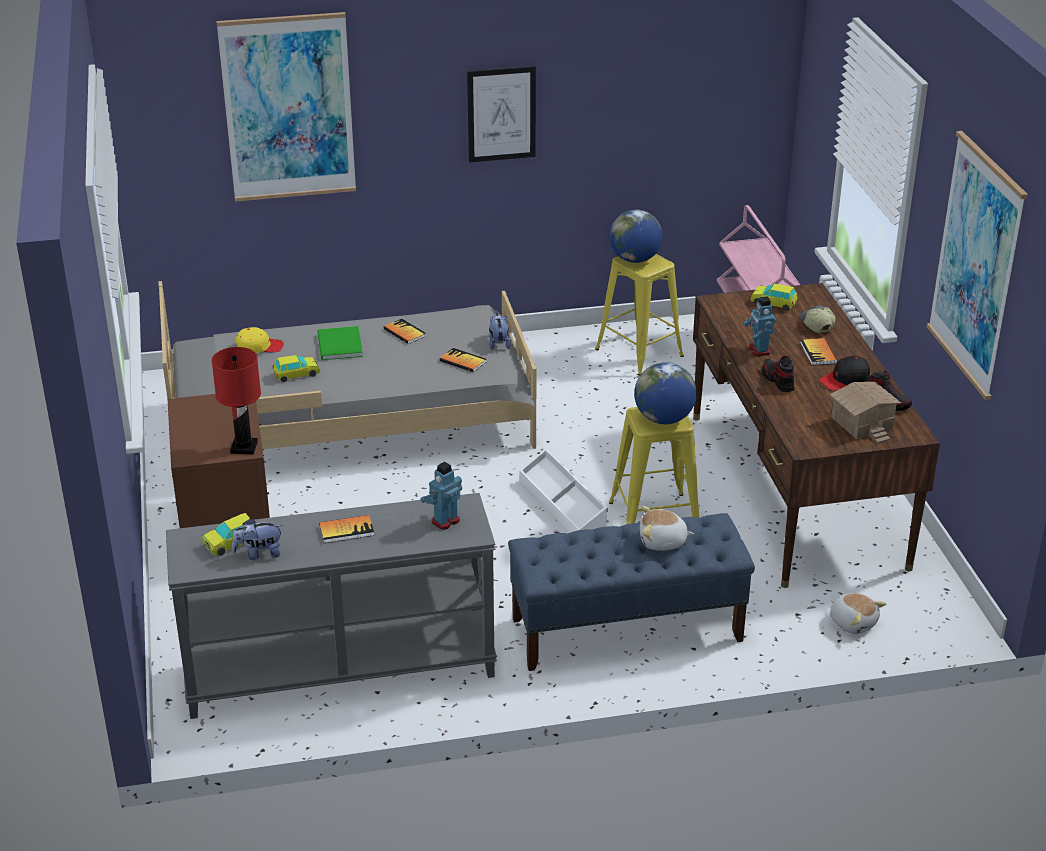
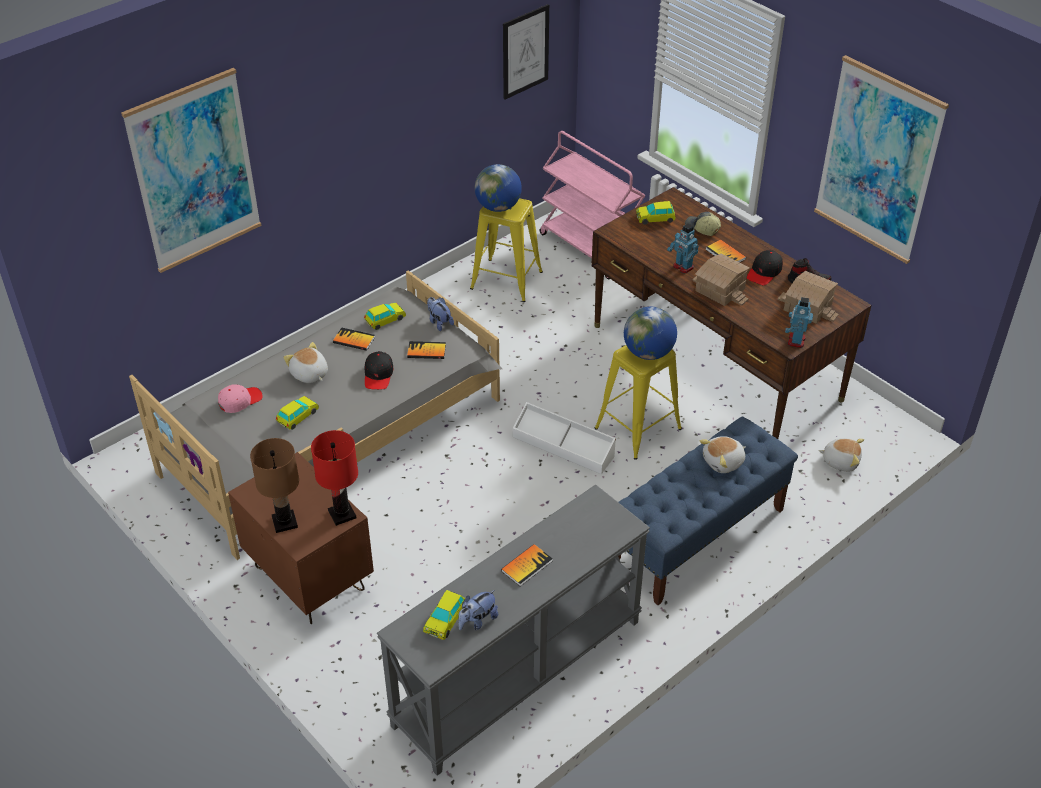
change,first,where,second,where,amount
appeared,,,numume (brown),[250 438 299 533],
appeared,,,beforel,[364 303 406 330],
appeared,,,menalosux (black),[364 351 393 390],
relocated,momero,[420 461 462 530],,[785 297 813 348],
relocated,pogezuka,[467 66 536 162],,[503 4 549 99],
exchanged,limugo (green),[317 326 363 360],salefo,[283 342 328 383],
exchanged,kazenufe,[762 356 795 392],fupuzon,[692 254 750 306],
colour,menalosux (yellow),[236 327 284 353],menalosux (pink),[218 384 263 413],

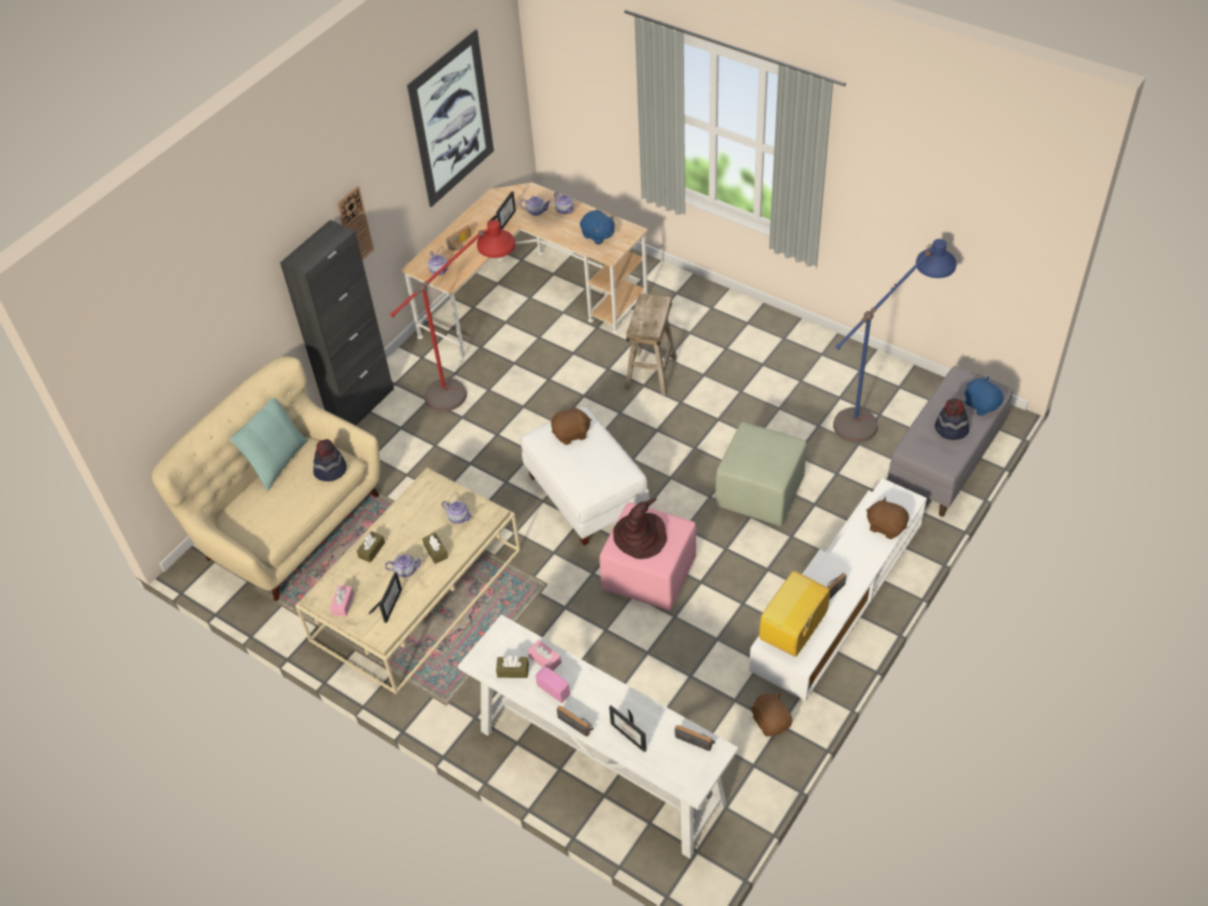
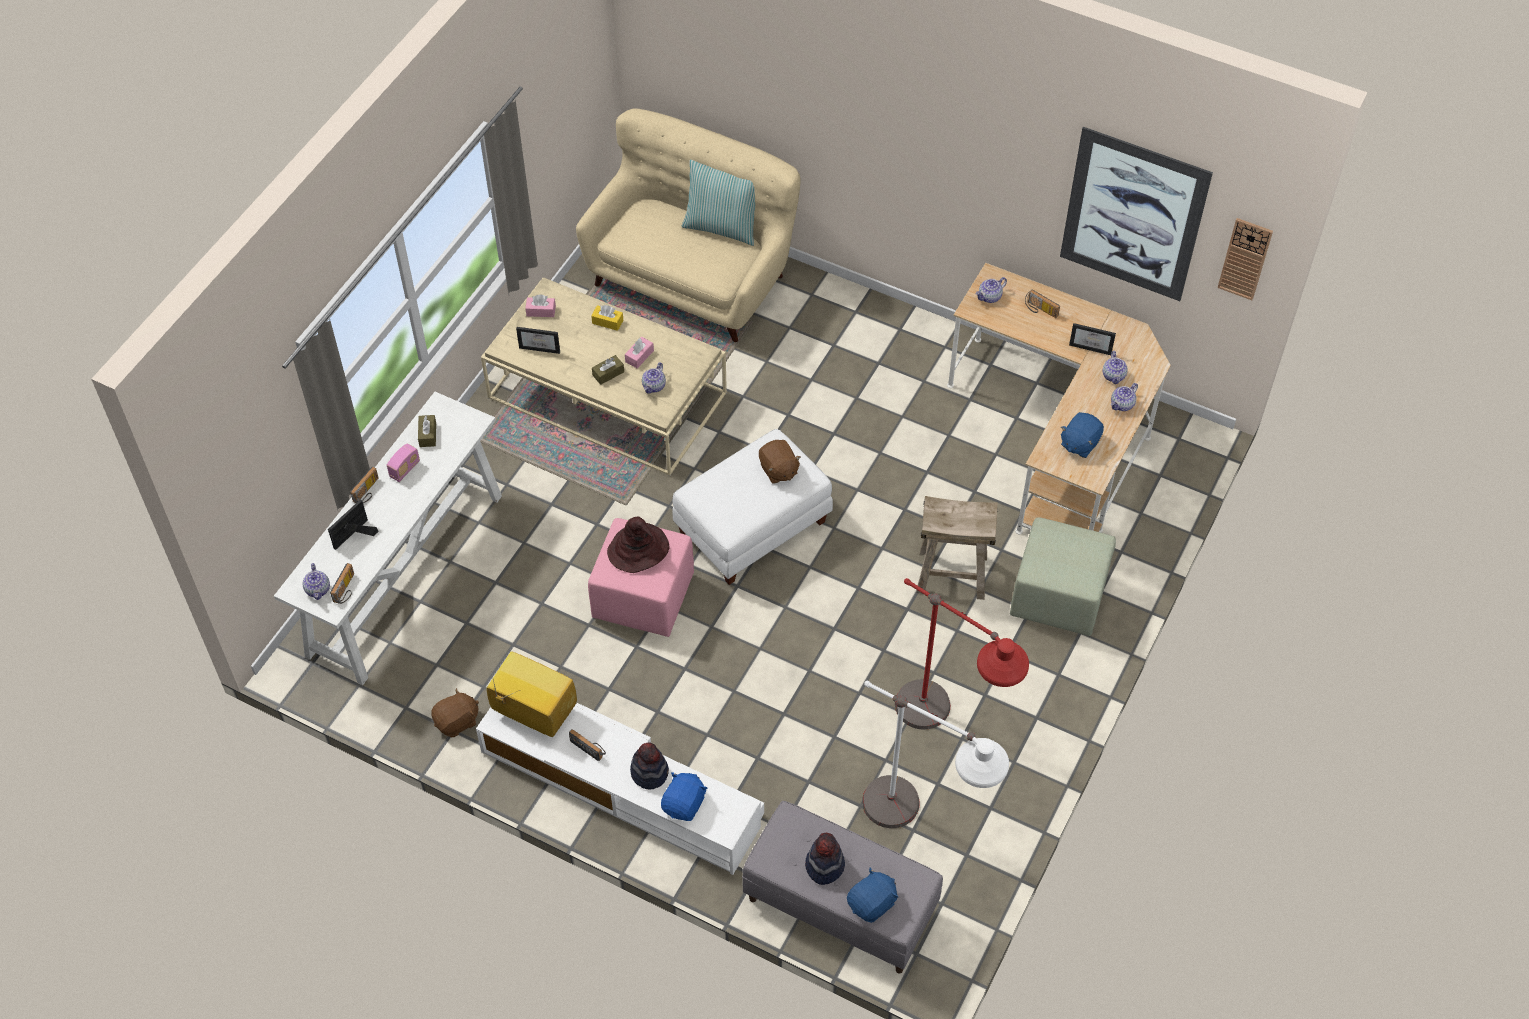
change,first,where,second,where,amount
missing,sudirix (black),[280 220 394 426],,,
relocated,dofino,[313 439 347 481],,[630 743 669 790],
relocated,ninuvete,[337 186 374 260],,[1217 218 1273 300],
relocated,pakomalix,[385 554 423 577],,[303 563 330 600],
relocated,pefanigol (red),[390 220 515 412],,[895 578 1029 730],
relocated,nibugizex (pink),[528 640 561 671],,[625 337 654 368],
relocated,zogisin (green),[715 422 807 526],,[1010 517 1116 636],
colour,nibugizex (brown),[357 531 385 563],nibugizex (yellow),[591 305 623 331],
colour,pefanigol (blue),[833 239 957 443],pefanigol (white),[862 681 1009 828],
colour,salefo (brown),[866 496 909 539],salefo (blue),[661 772 707 821],

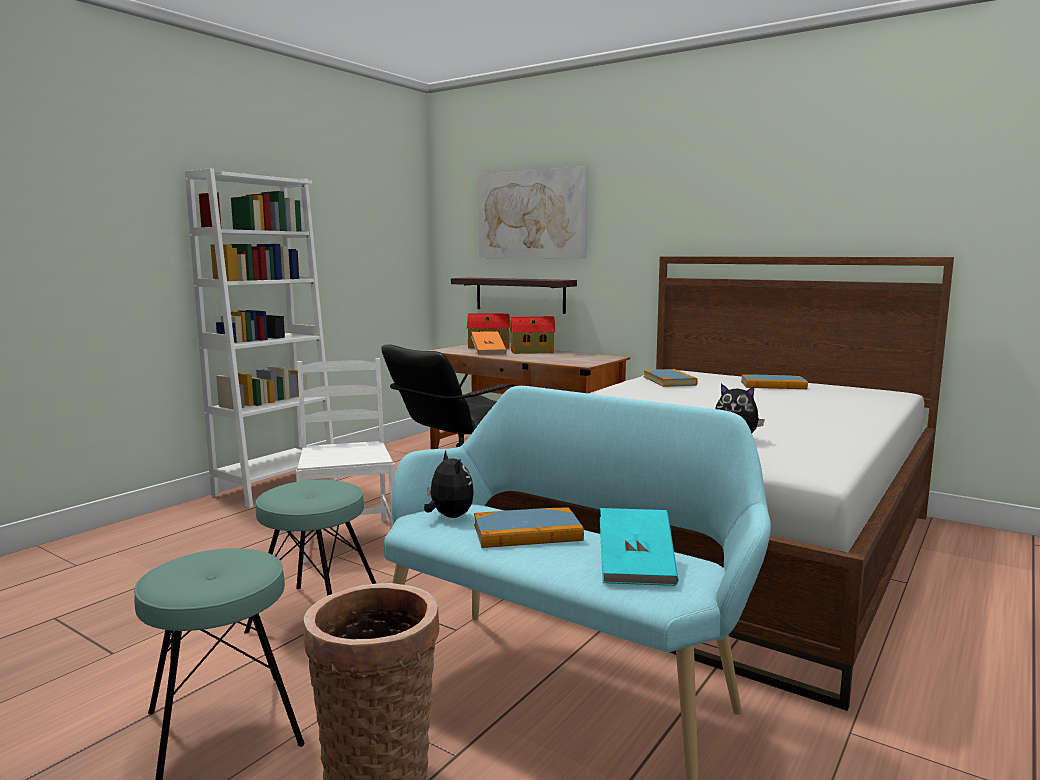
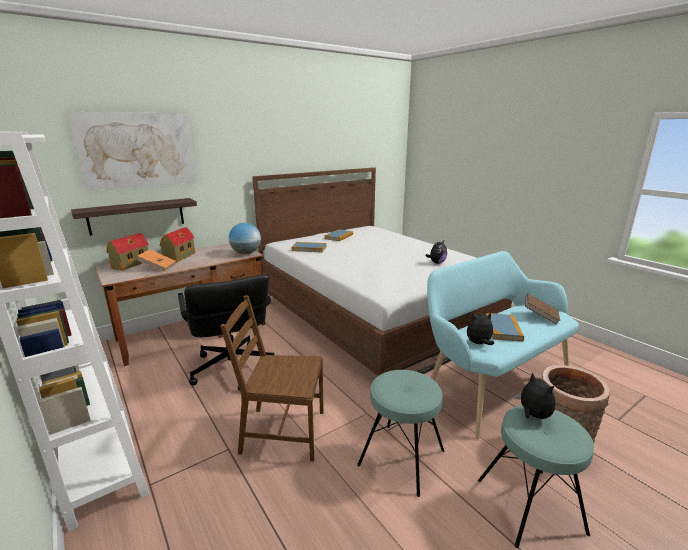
change,first,where,second,where,amount
appeared,,,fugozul,[229 223 261 254],
appeared,,,salefo,[514 372 555 419],
colour,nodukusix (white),[296 358 395 563],nodukusix (brown),[220 295 324 461],
colour,limugo (turquoise),[600 508 678 586],limugo (brown),[525 294 560 325],

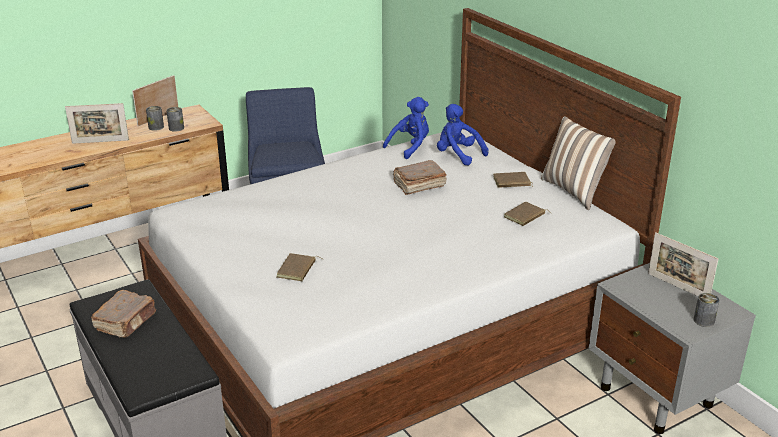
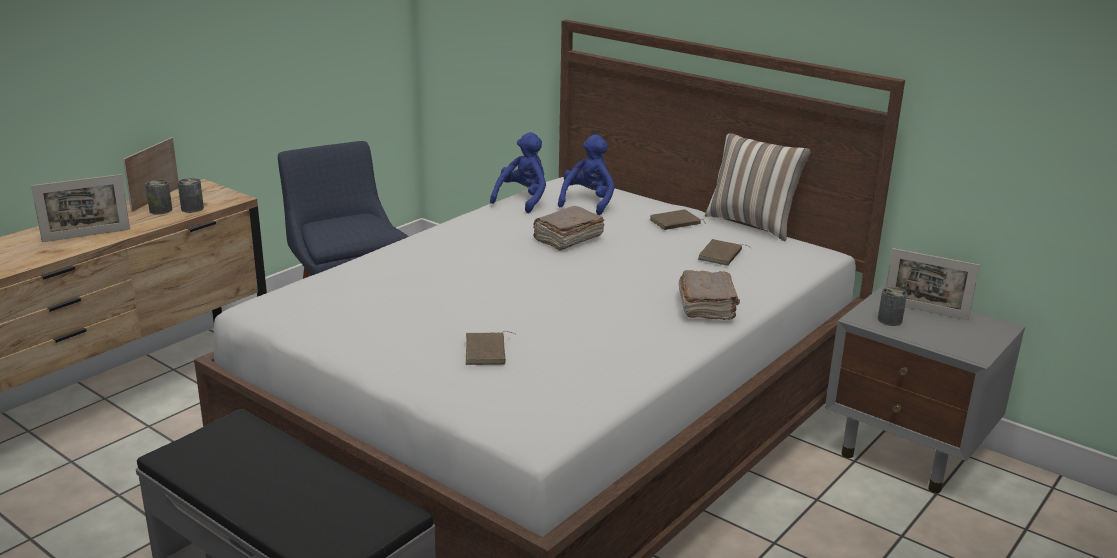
change,first,where,second,where,amount
relocated,limugo (brown),[91 290 156 338],,[678 270 740 320],
relocated,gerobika,[694 293 720 327],,[878 287 907 326],
spun,salefo (blue),[437 104 489 165],,[558 134 615 215],90 degrees clockwise

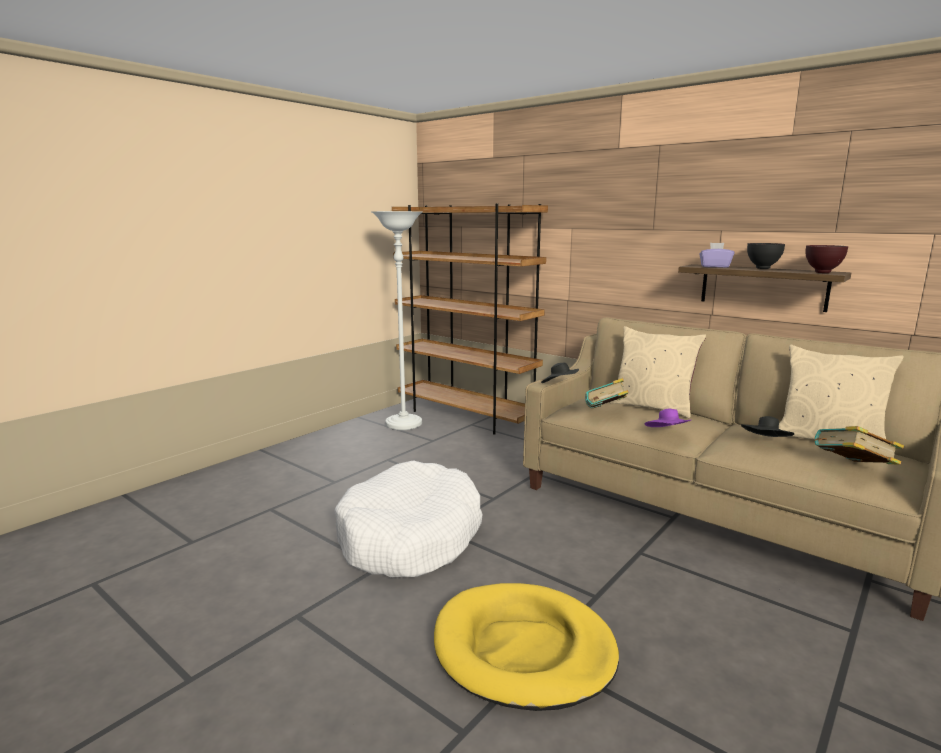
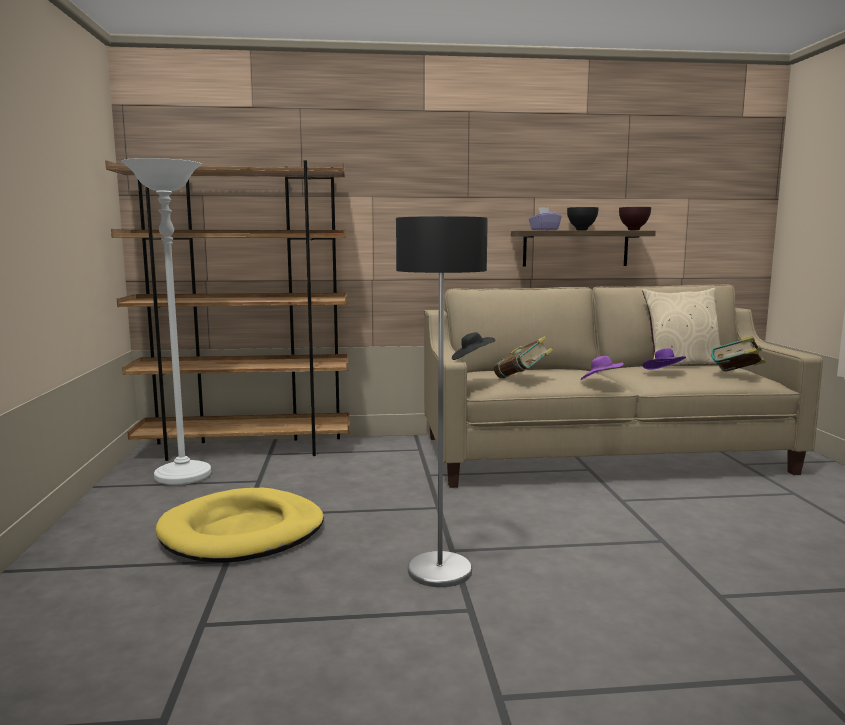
change,first,where,second,where,amount
missing,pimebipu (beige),[609 326 706 418],,,
relocated,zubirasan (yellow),[434 583 619 711],,[155 488 324 563],
exchanged,zubirasan (white),[334 460 483 577],pefanigol,[396 216 488 587],
colour,dofino (black),[741 416 794 437],dofino (purple),[642 349 686 370],

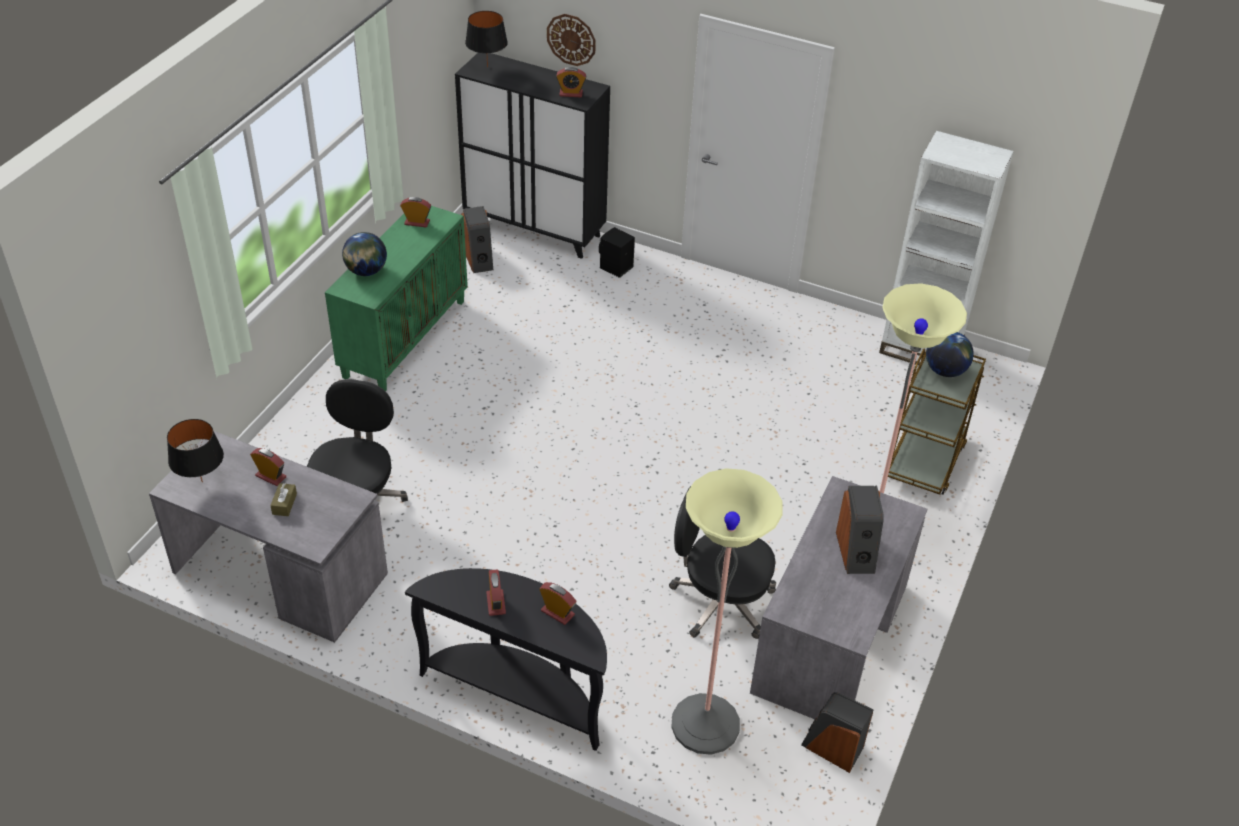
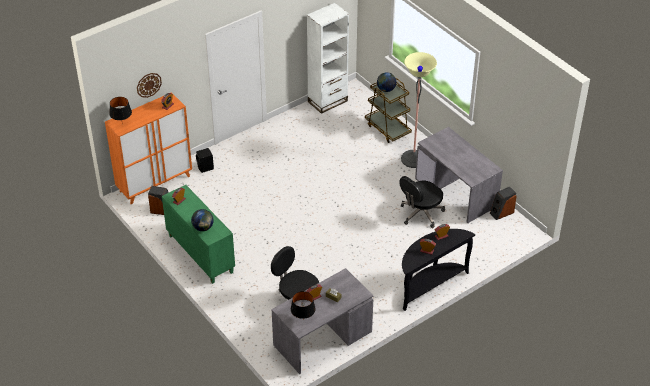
change,first,where,second,where,amount
missing,pefanigol,[671 468 783 755],,,
missing,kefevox,[836 486 884 574],,,
colour,sudirix (black),[455 53 610 259],sudirix (orange),[105 92 192 204],

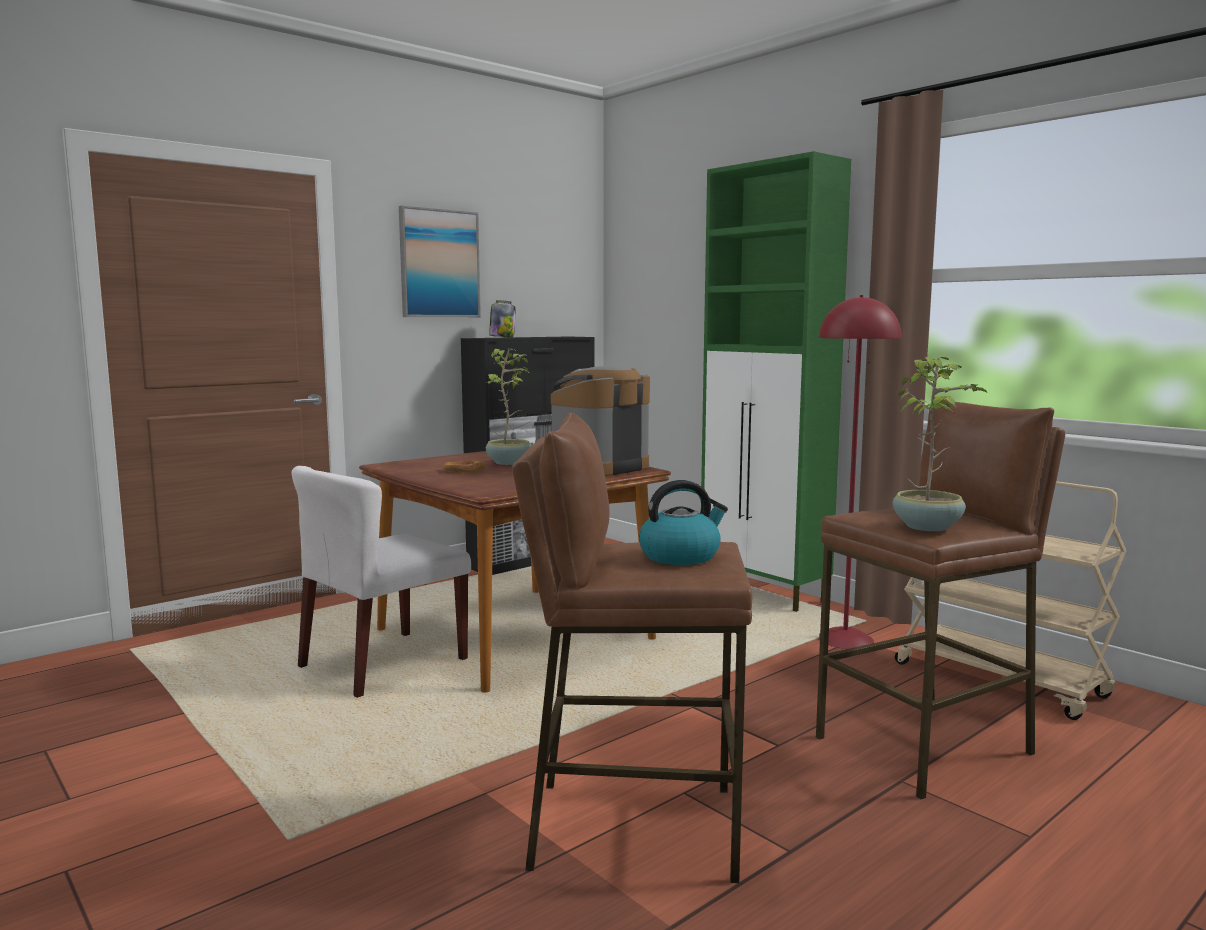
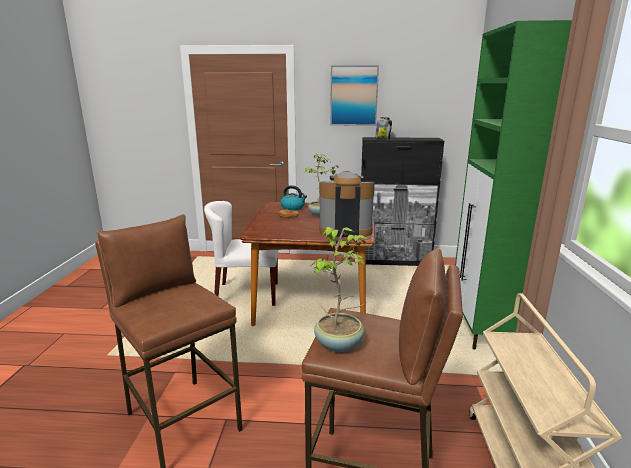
change,first,where,second,where,amount
missing,pefanigol (red),[818 295 901 649],,,
relocated,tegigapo,[639 480 728 565],,[281 185 307 210],

